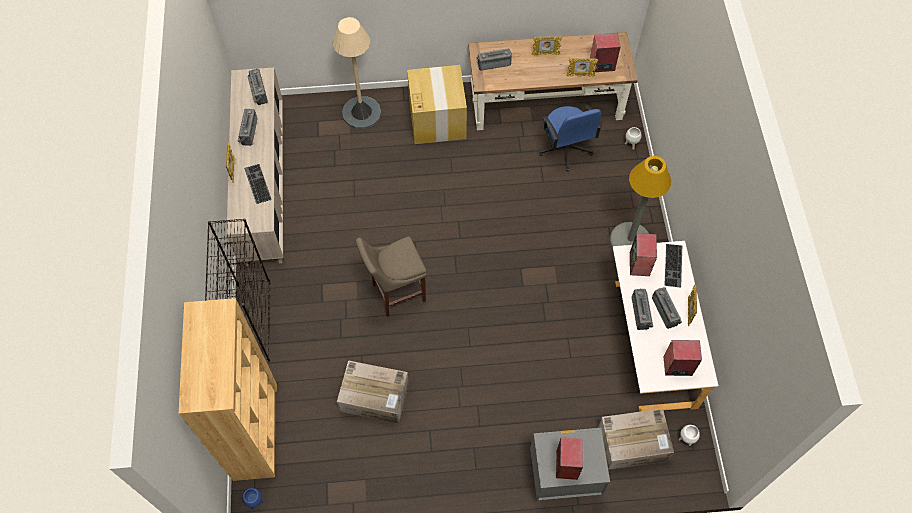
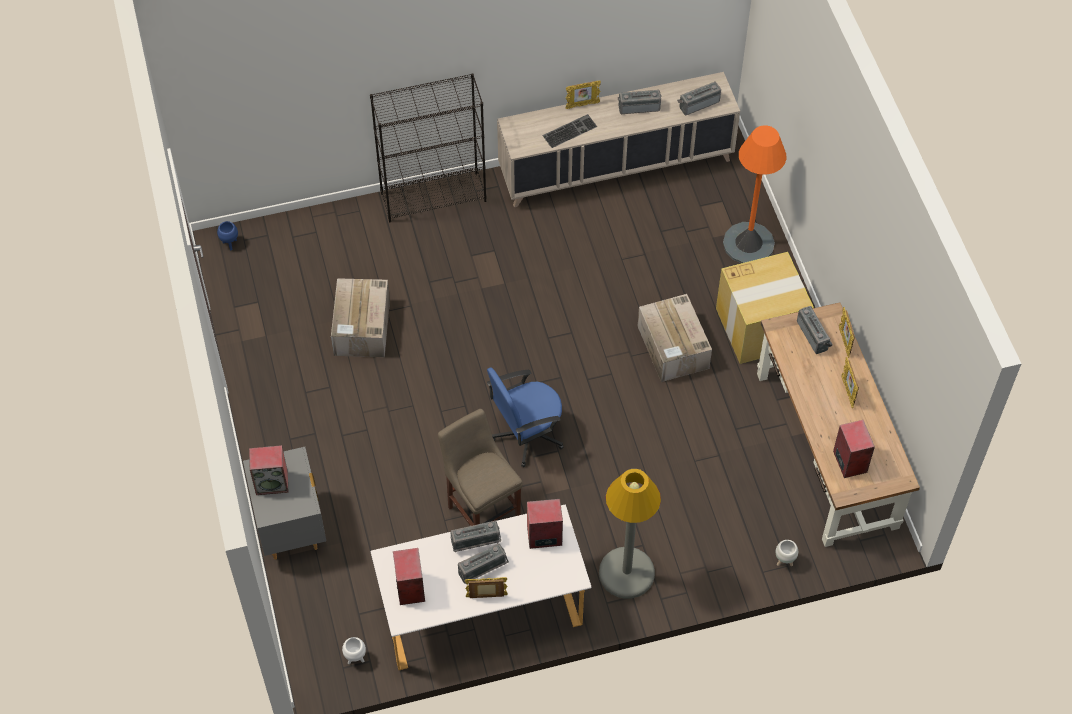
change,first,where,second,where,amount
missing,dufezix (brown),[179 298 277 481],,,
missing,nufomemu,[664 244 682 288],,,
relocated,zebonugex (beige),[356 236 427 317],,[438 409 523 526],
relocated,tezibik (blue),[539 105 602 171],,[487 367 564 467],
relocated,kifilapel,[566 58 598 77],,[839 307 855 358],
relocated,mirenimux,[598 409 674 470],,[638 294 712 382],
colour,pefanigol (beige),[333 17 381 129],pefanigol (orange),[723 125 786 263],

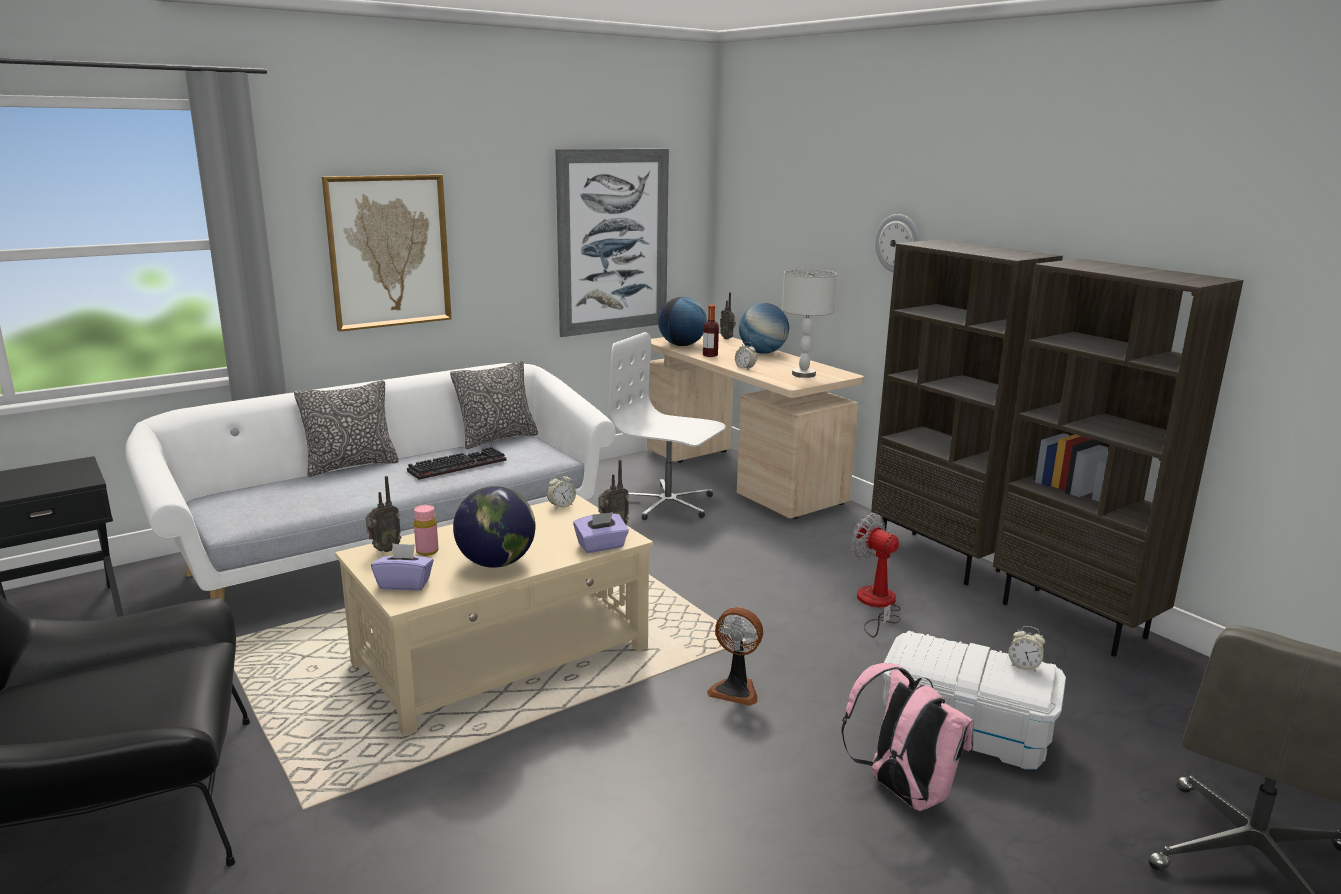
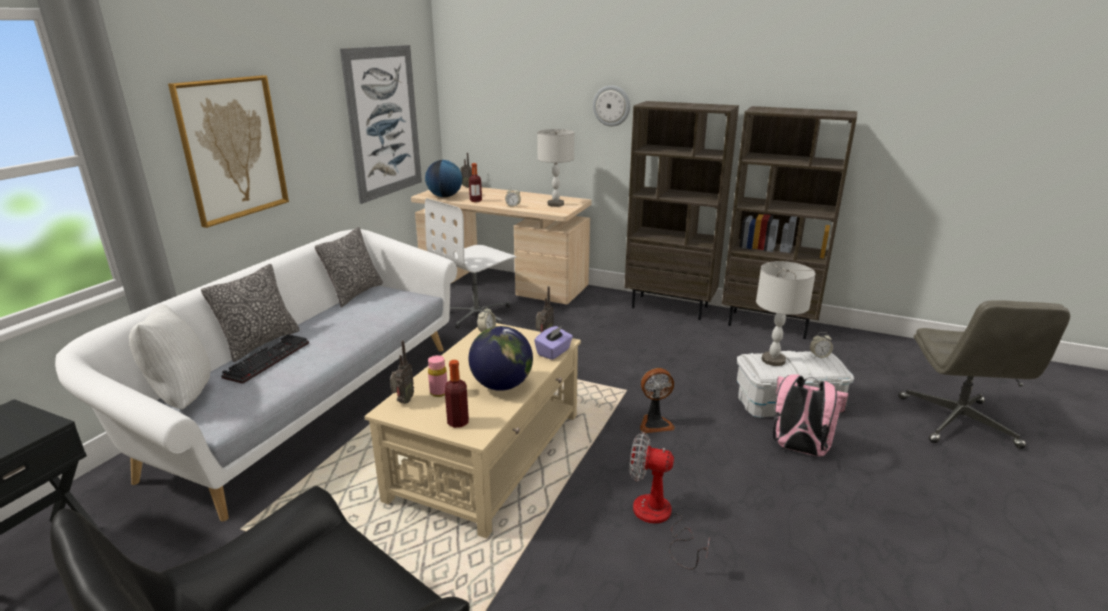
change,first,where,second,where,amount
missing,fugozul,[739 303 789 354],,,
appeared,,,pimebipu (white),[129 304 211 410],
appeared,,,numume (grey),[756 261 816 366],
relocated,nufomemu,[407 447 506 480],,[221 334 309 384],
relocated,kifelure,[851 513 901 637],,[629 432 710 570],
exchanged,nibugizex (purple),[371 543 434 591],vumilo,[445 360 469 428],
spun,tezibik (white),[609 332 726 520],,[425 198 516 328],45 degrees counterclockwise

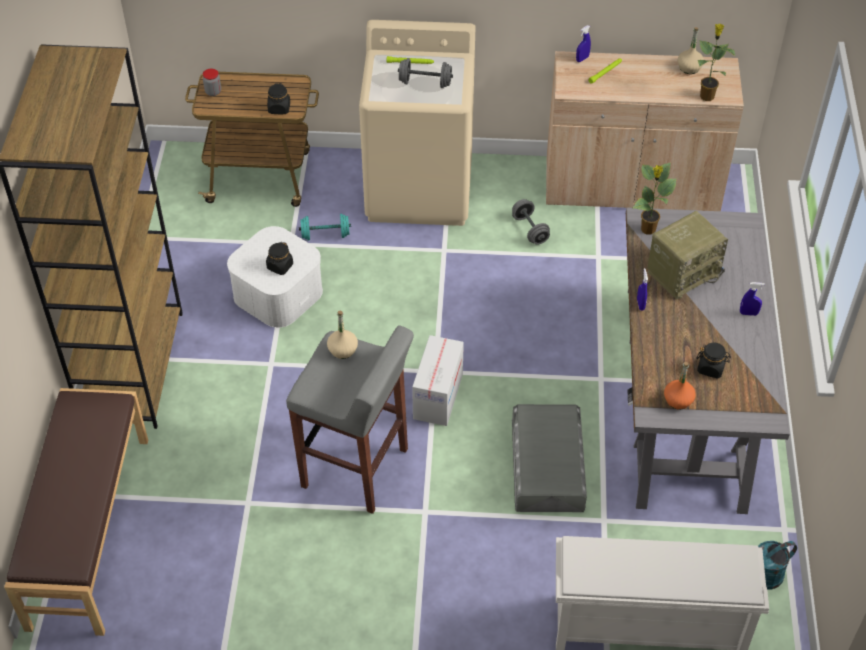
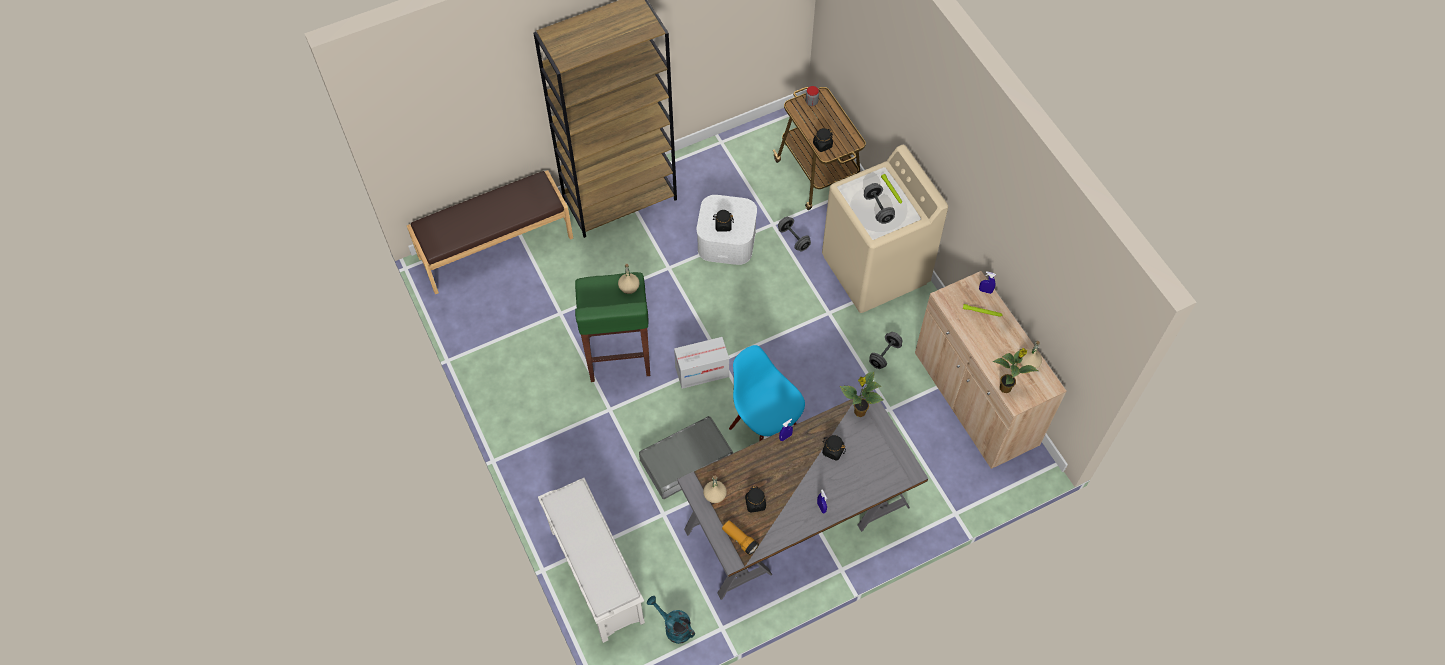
change,first,where,second,where,amount
appeared,,,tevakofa,[722 520 759 555],
appeared,,,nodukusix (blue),[729 345 805 441],
exchanged,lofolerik,[647 211 728 300],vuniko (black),[822 435 846 461],
colour,zebonugex (grey),[286 325 414 514],zebonugex (green),[575 272 650 382],
colour,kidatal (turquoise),[299 214 351 240],kidatal (grey),[778 217 811 251],
colour,vumilo (orange),[664 362 696 410],vumilo (beige),[703 476 727 503],

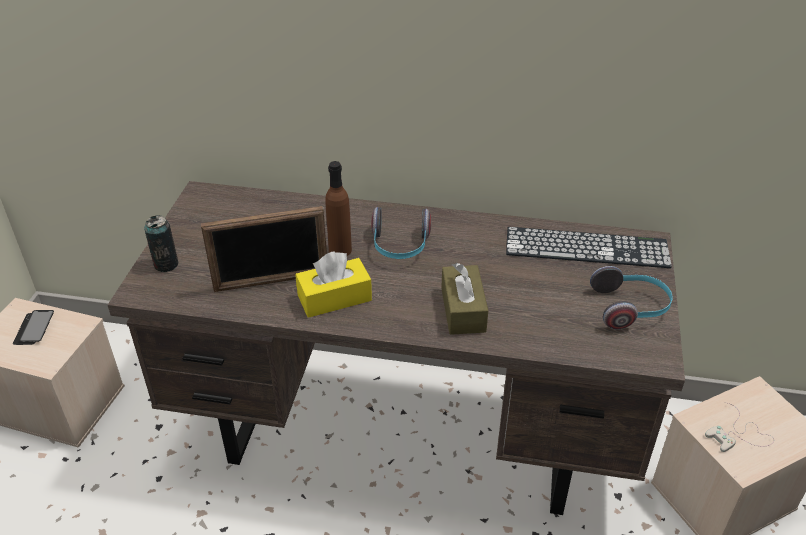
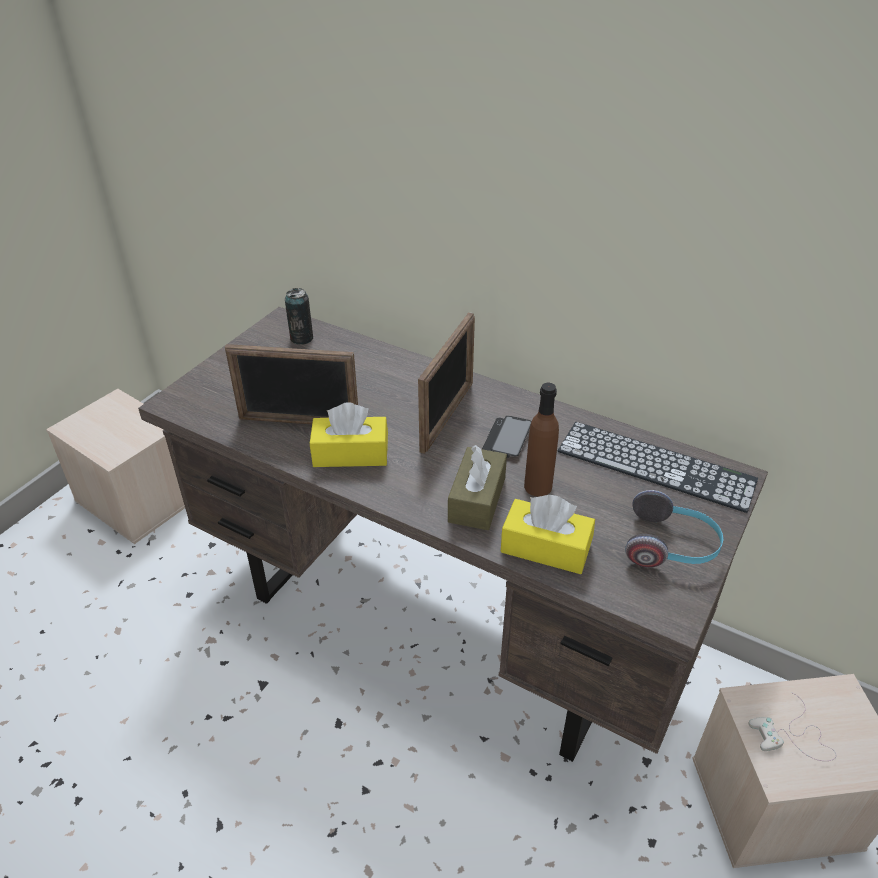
change,first,where,second,where,amount
appeared,,,nibugizex (yellow),[501 495 595 574],
relocated,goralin,[13 310 54 345],,[482 416 531 458],
relocated,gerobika,[144 215 178 272],,[285 288 313 345],
relocated,vumilo (brown),[325 161 352 256],,[524 383 559 497],
exchanged,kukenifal,[371 207 431 259],kifilapel,[418 312 475 454],

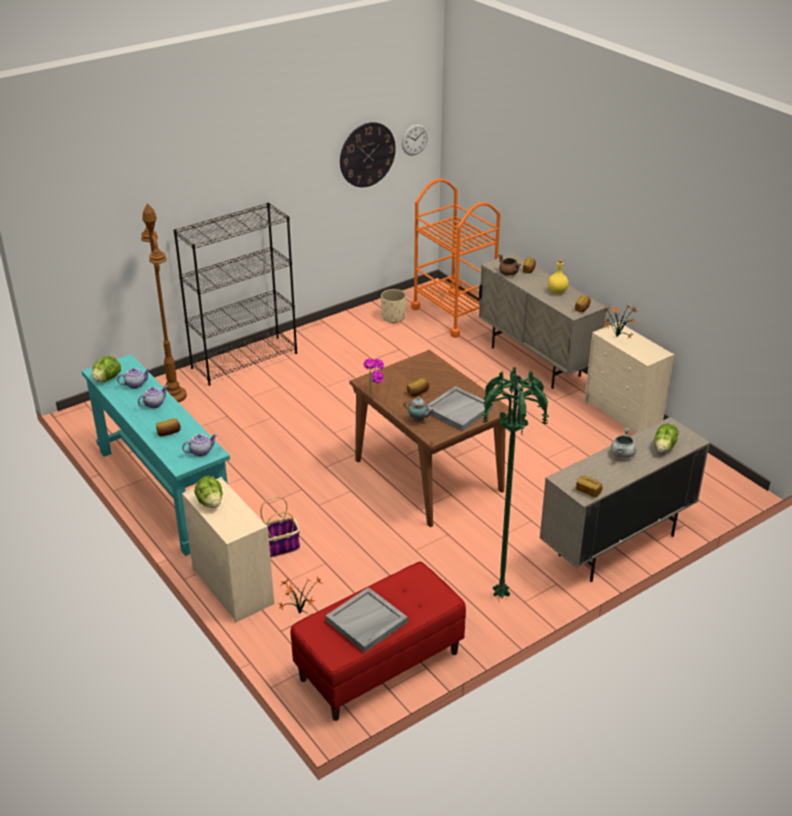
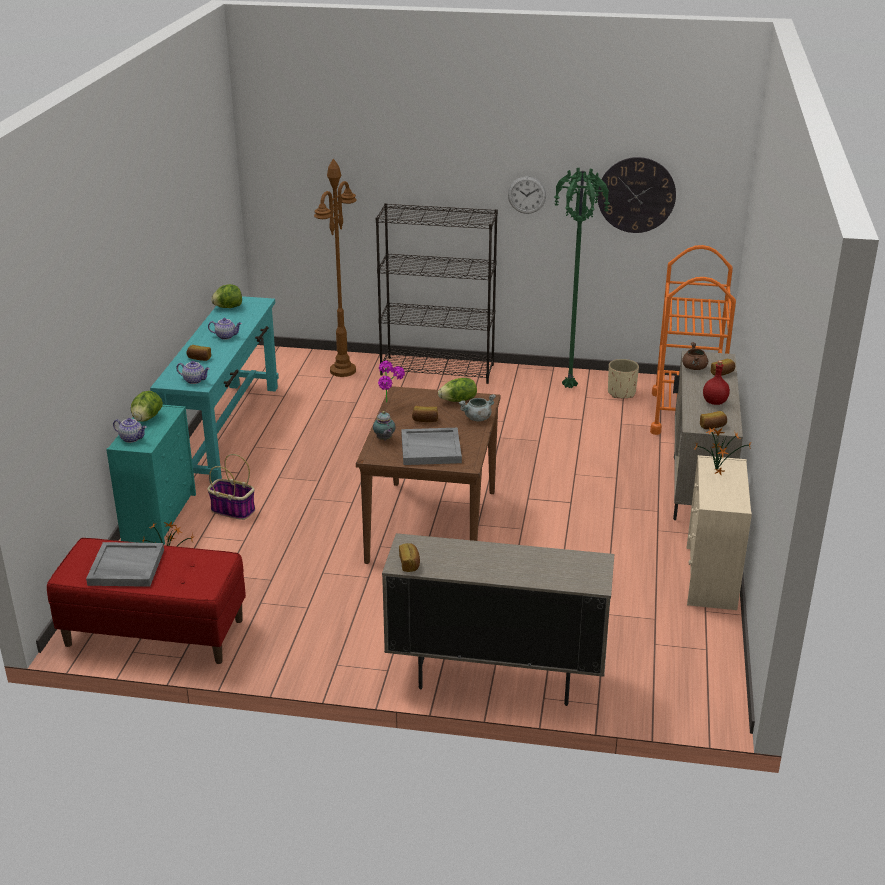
change,first,where,second,where,amount
relocated,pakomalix,[117 368 151 389],,[113 418 147 443],
relocated,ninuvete,[402 124 428 156],,[508 176 546 214],
relocated,pefanigol (green),[482 367 549 599],,[554 168 610 388],
relocated,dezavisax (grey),[611 427 637 458],,[459 394 496 421],
relocated,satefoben,[654 423 679 453],,[438 378 477 402],
colour,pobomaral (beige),[182 477 274 622],pobomaral (turquoise),[106 405 196 545],
colour,vumilo (yellow),[548 260 569 294],vumilo (red),[703 361 730 405],

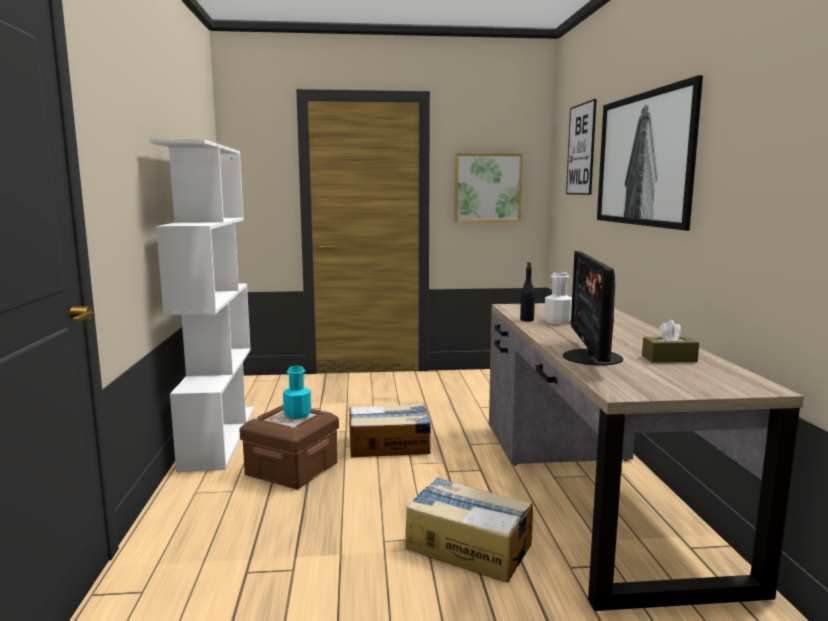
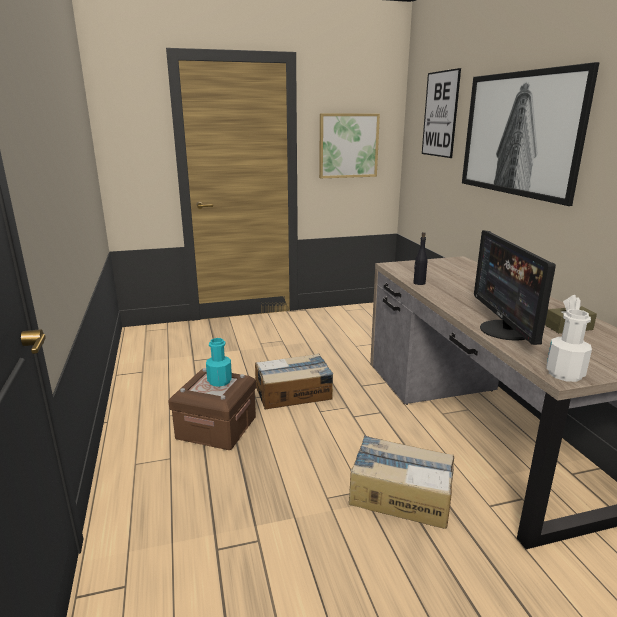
change,first,where,second,where,amount
missing,dufezix (white),[149 139 254 472],,,
relocated,vumilo (white),[544 272 572 324],,[547 309 592 382],

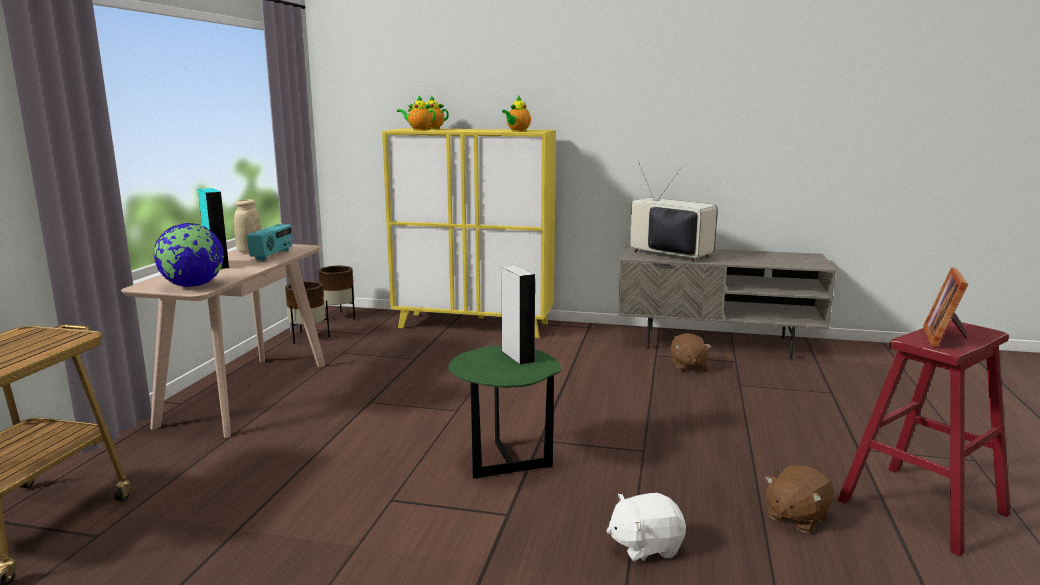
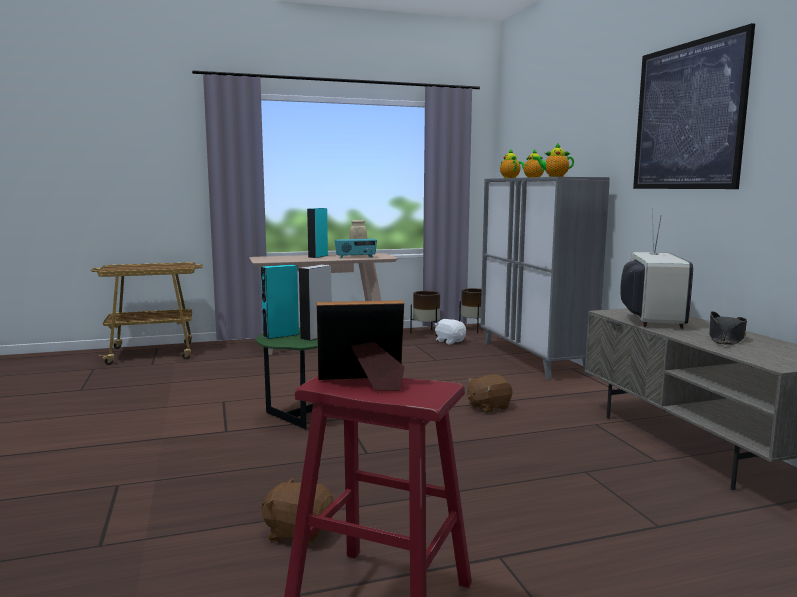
change,first,where,second,where,amount
missing,fugozul,[154 223 224 287],,,
appeared,,,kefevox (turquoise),[261 264 299 339],
appeared,,,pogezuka,[633 23 755 189],
appeared,,,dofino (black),[709 311 747 345],
relocated,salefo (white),[606 493 686 562],,[435 319 466 344],
relocated,salefo (brown),[671 333 711 372],,[467 374 512 413],
colour,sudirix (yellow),[382 128 556 338],sudirix (grey),[481 177 610 380],

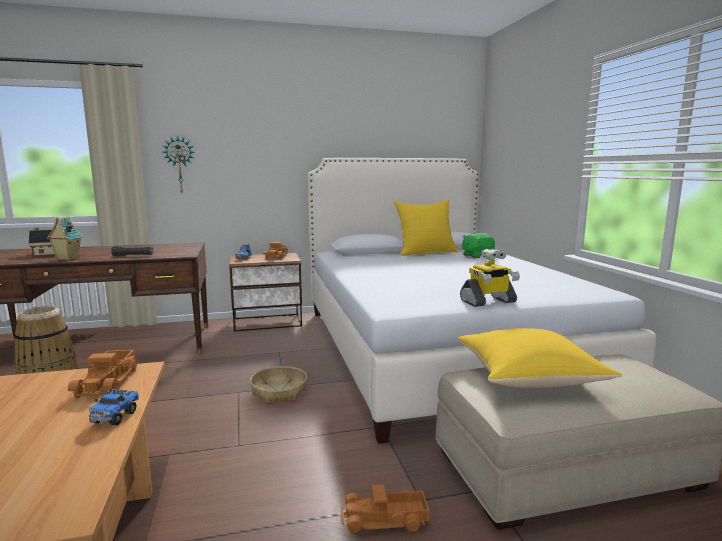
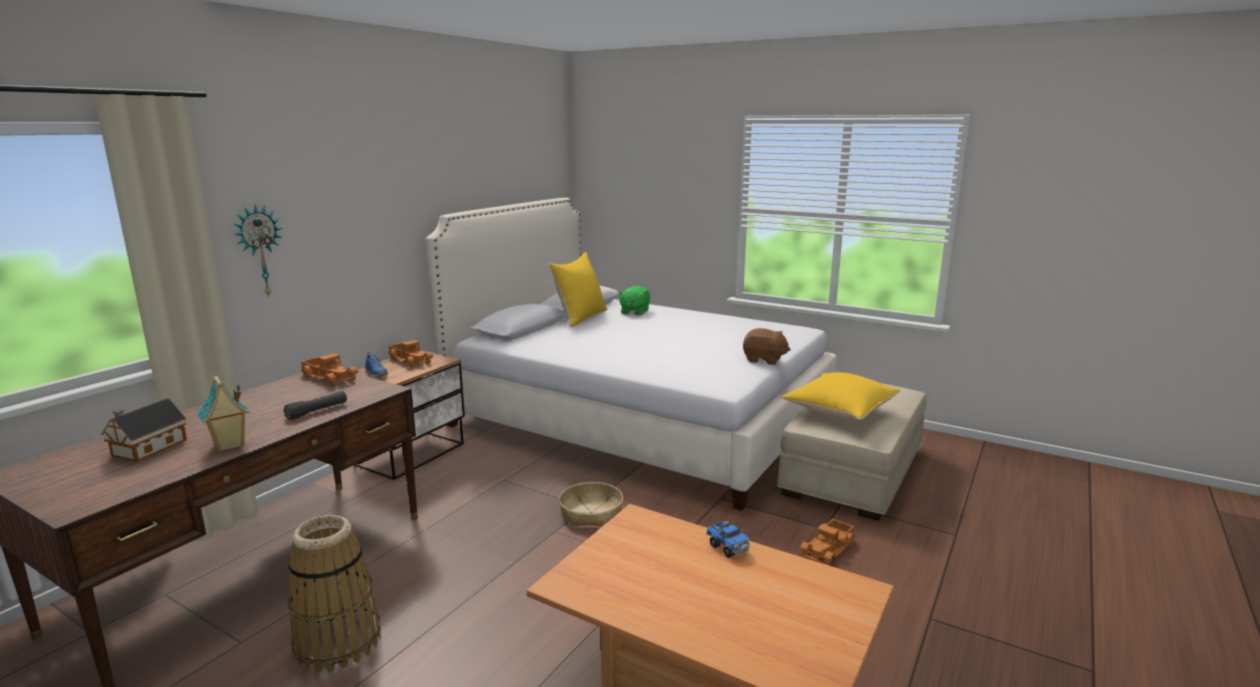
change,first,where,second,where,amount
relocated,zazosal,[68 350 138 398],,[301 354 359 387],
exchanged,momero,[460 249 520 307],salefo (brown),[743 328 791 365],

